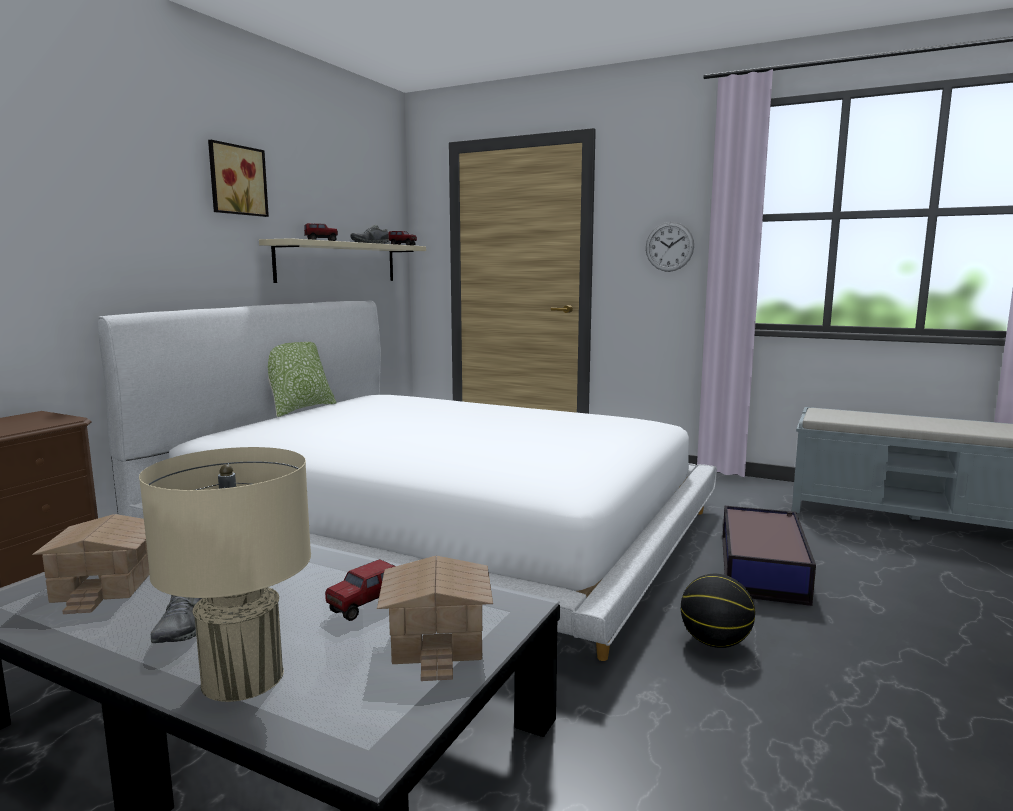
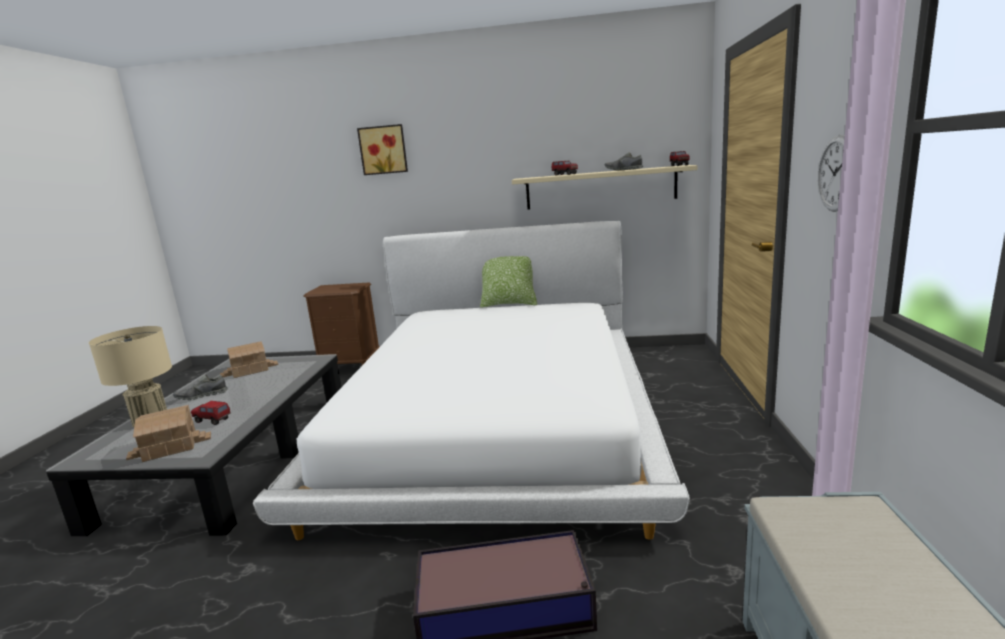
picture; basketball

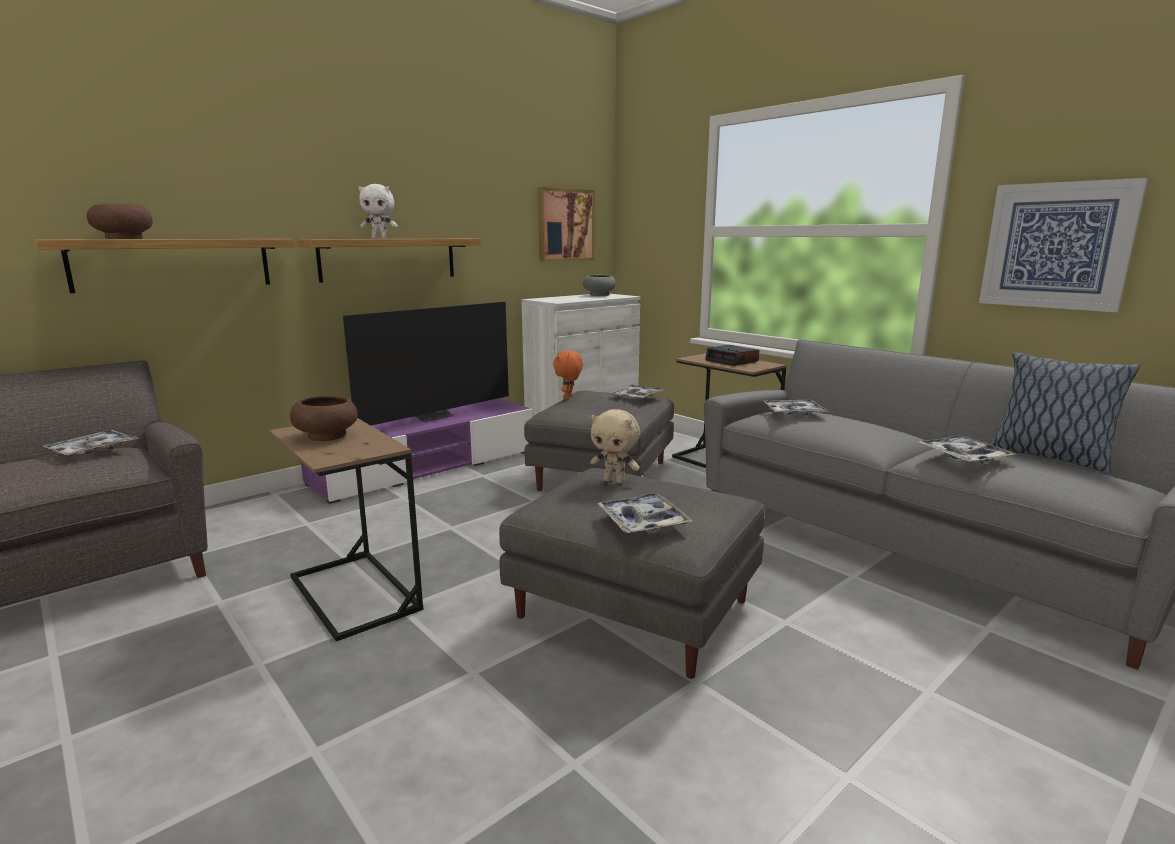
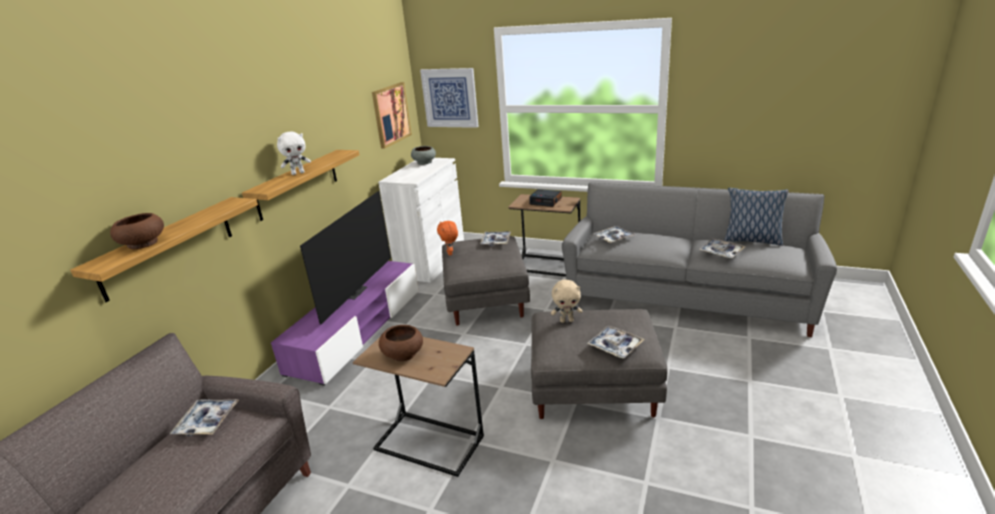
picture (no. 2 from left)

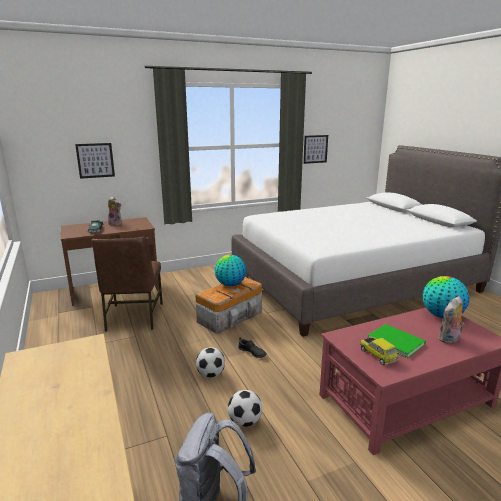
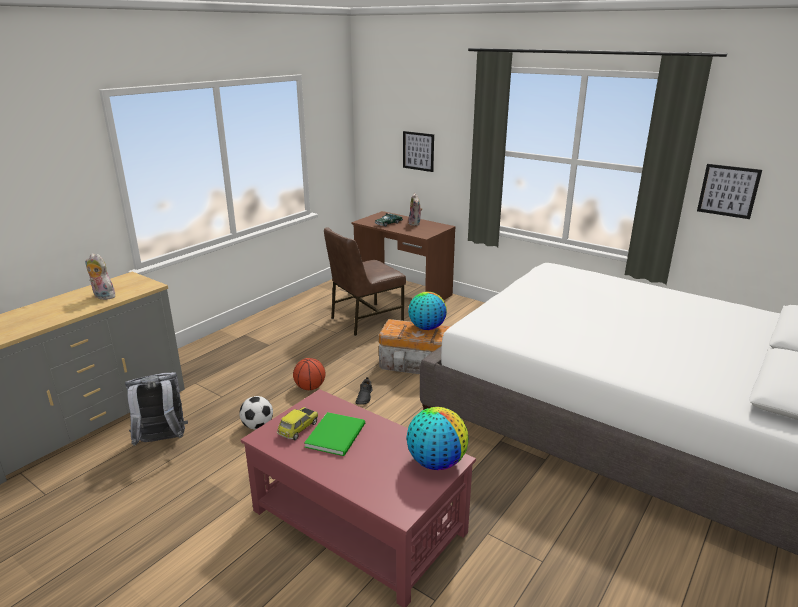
basketball; plush toy (no. 1 from left)

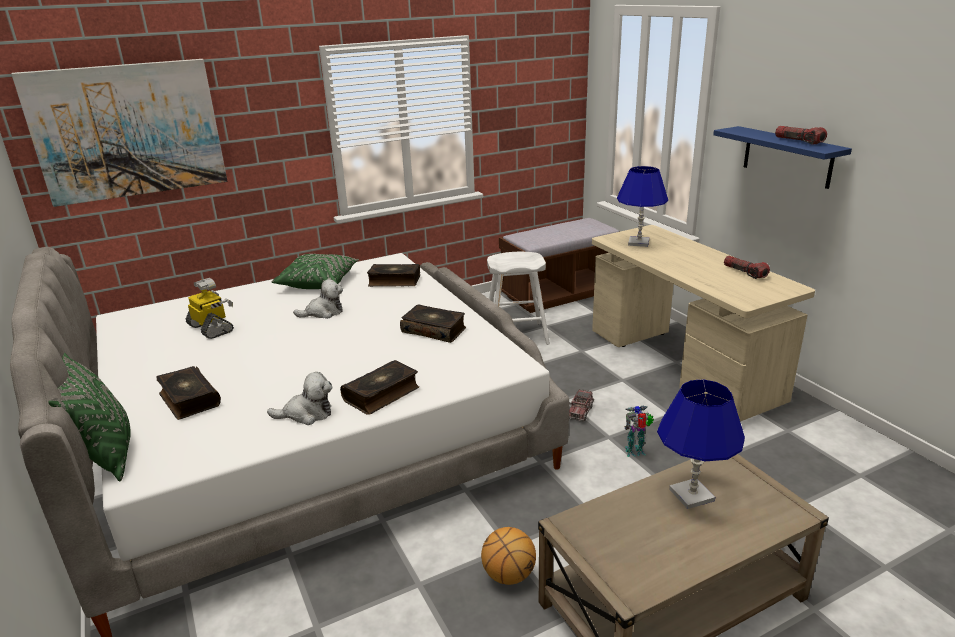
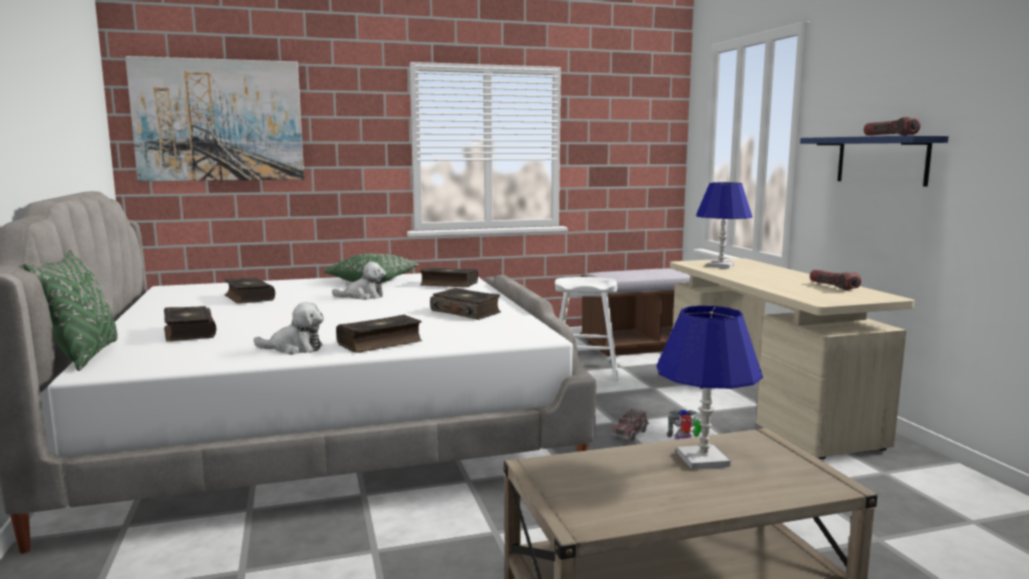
book (no. 2 from left); basketball

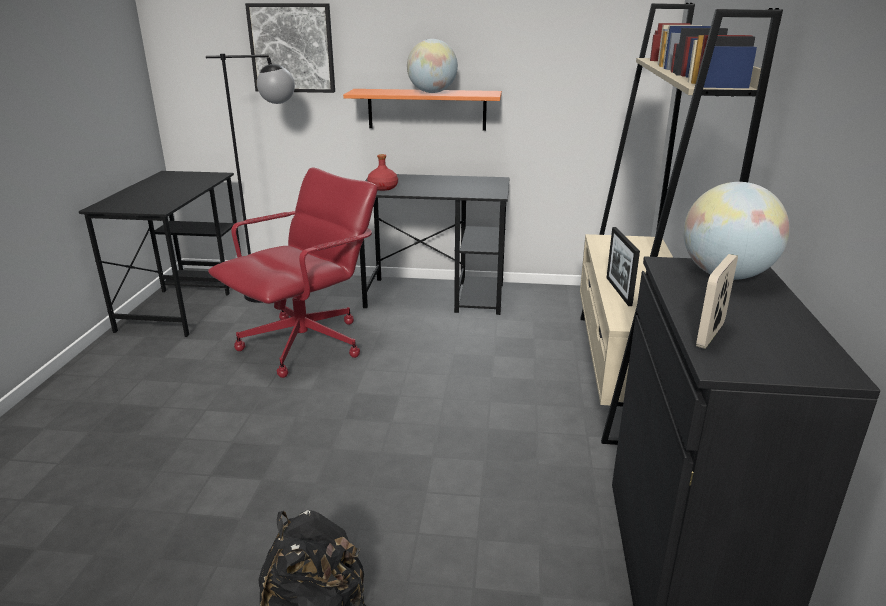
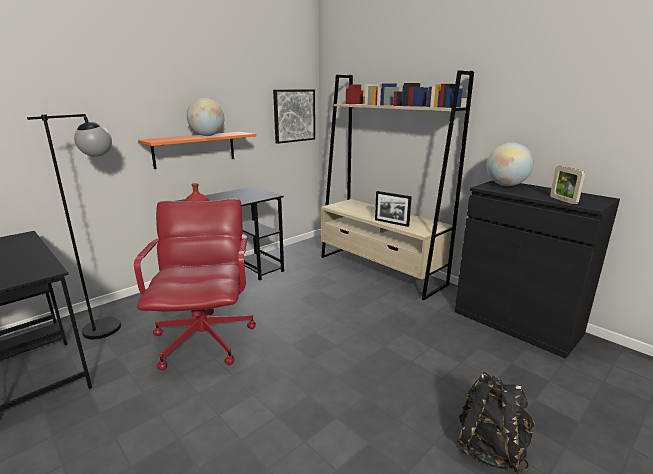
picture

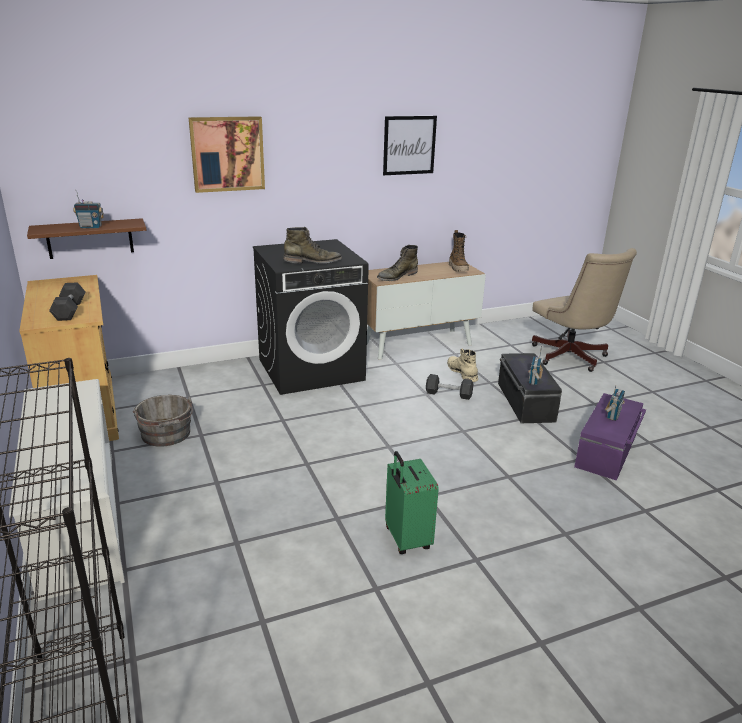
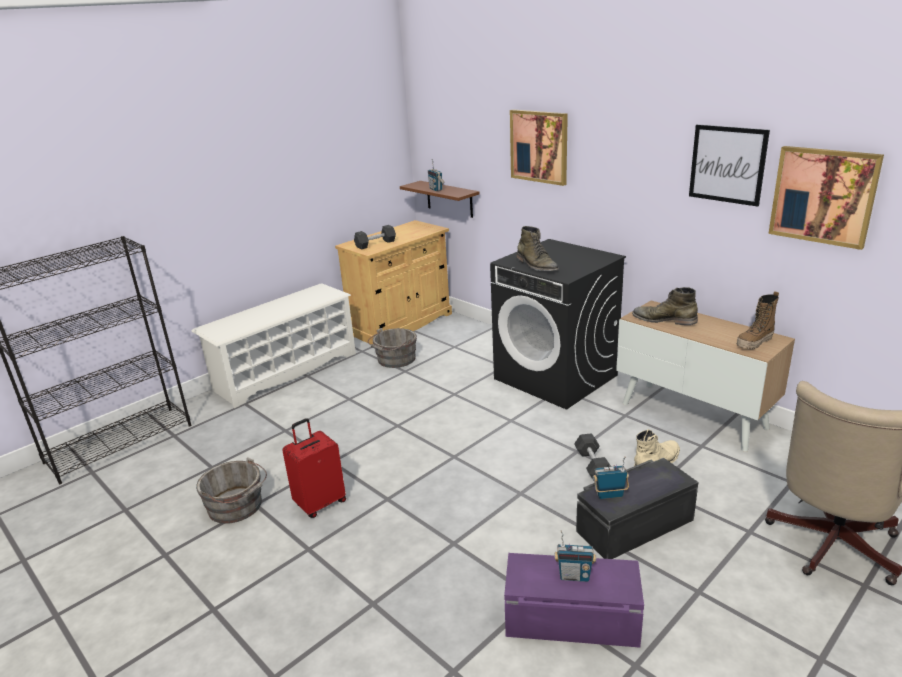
red suitcase; grey bucket (no. 1 from left); picture (no. 3 from left)

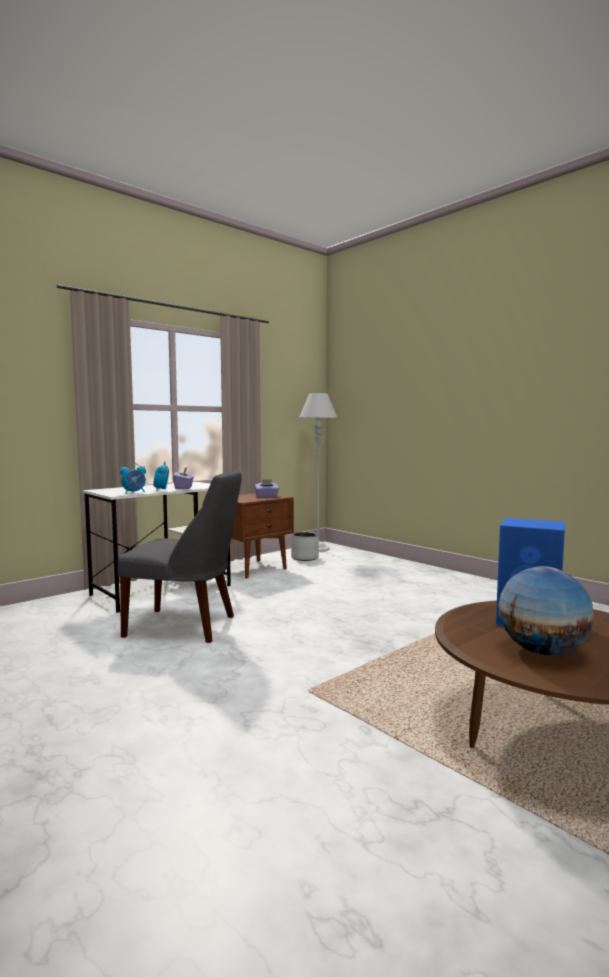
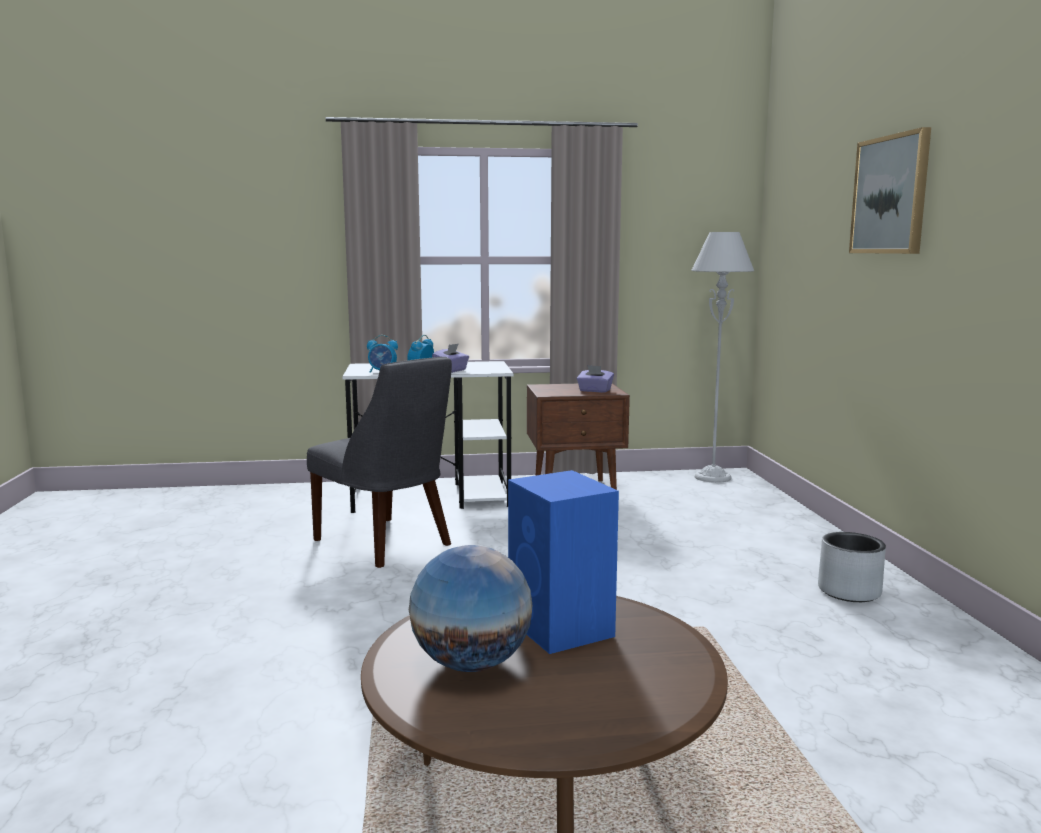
grey planter; picture

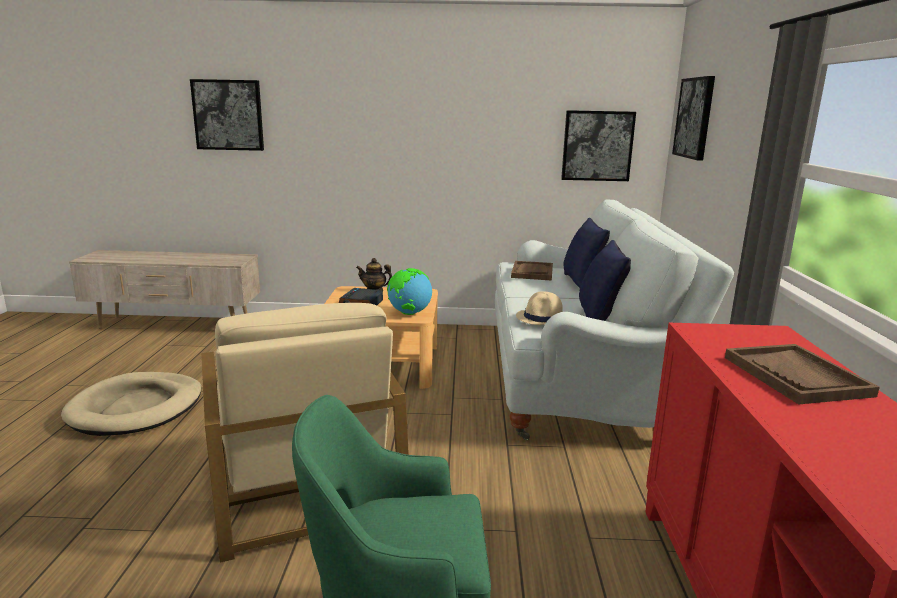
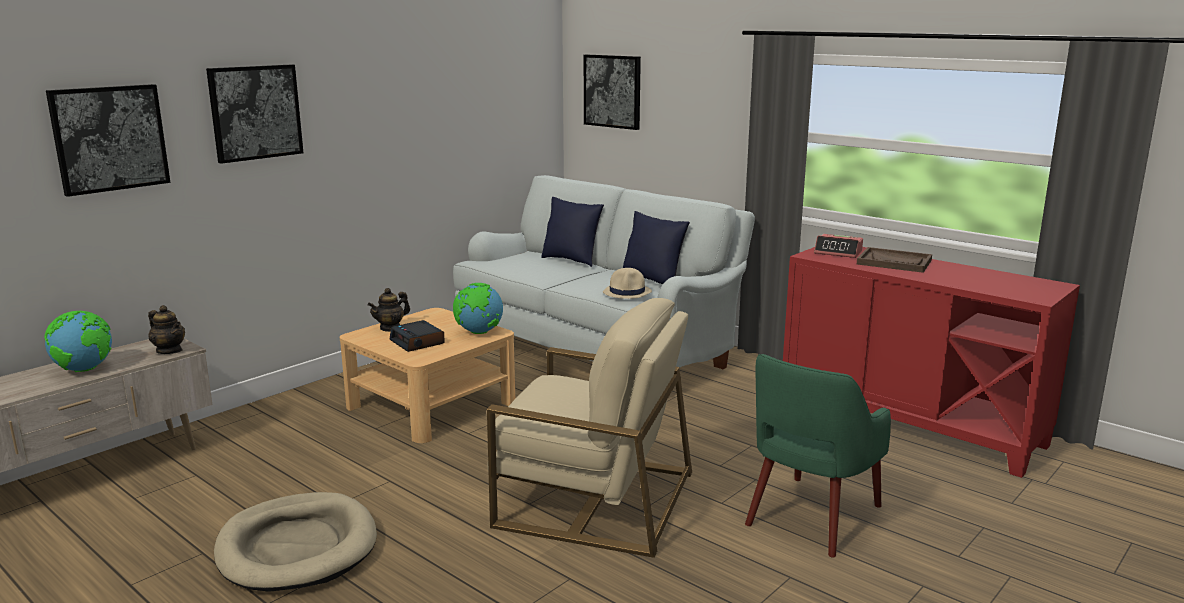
brown tray (no. 1 from left in the first image); picture (no. 2 from left); globe (no. 1 from left); teapot (no. 1 from left); alarm clock (no. 2 from left)

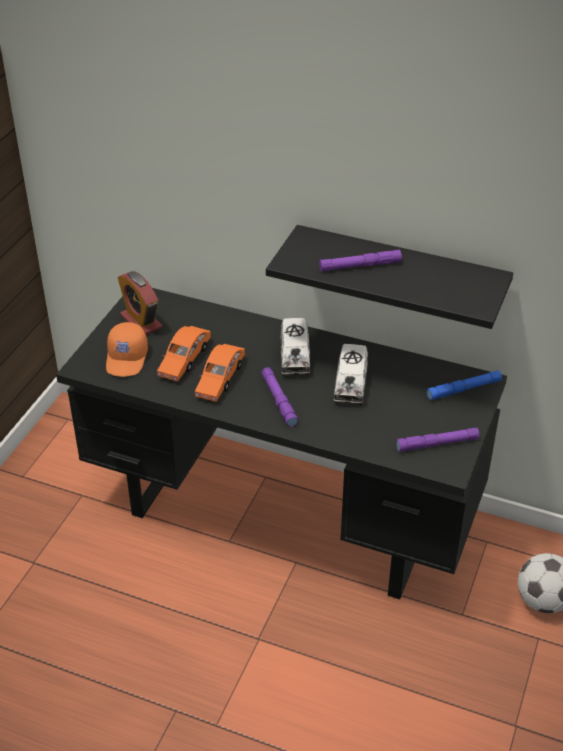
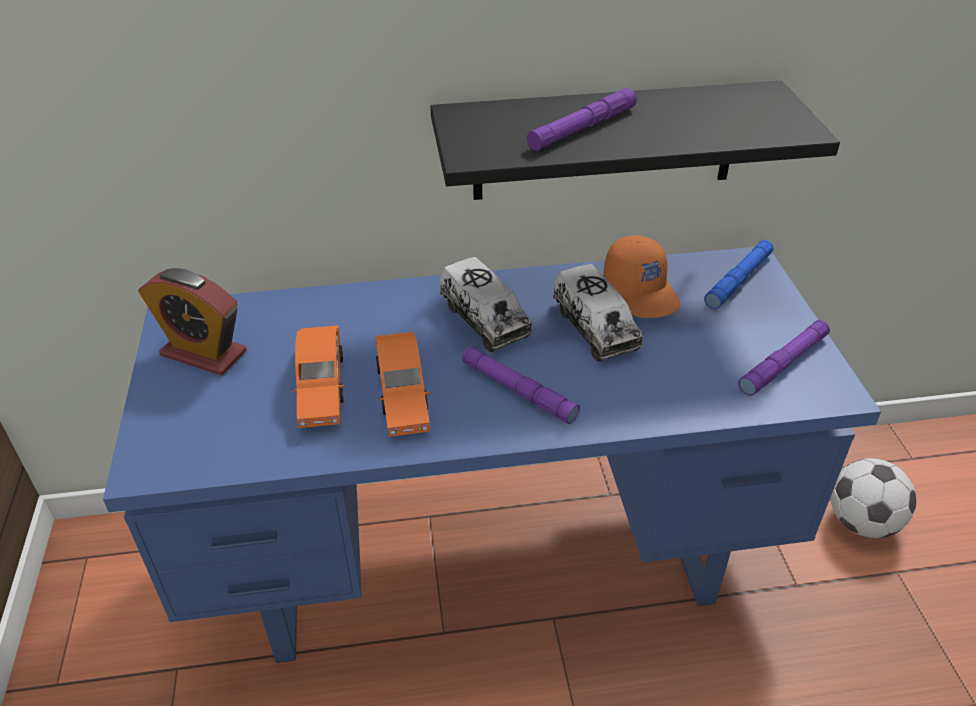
blue desk; orange cap

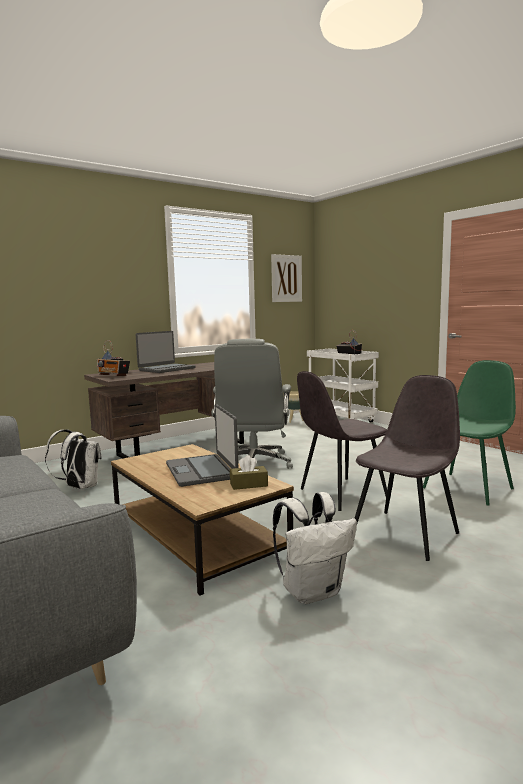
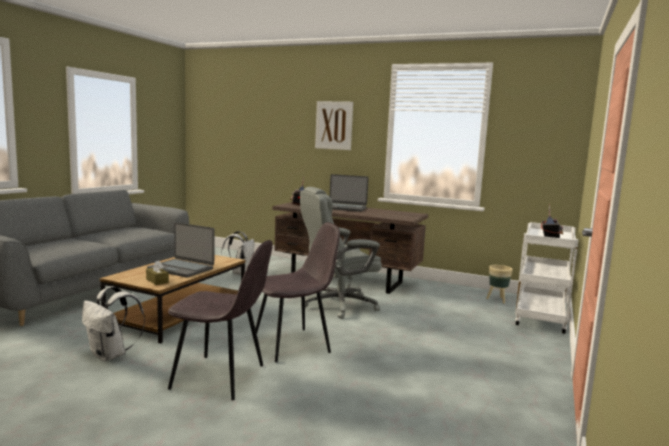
laptop (no. 1 from left); picture; grey chair (no. 2 from left); green chair

